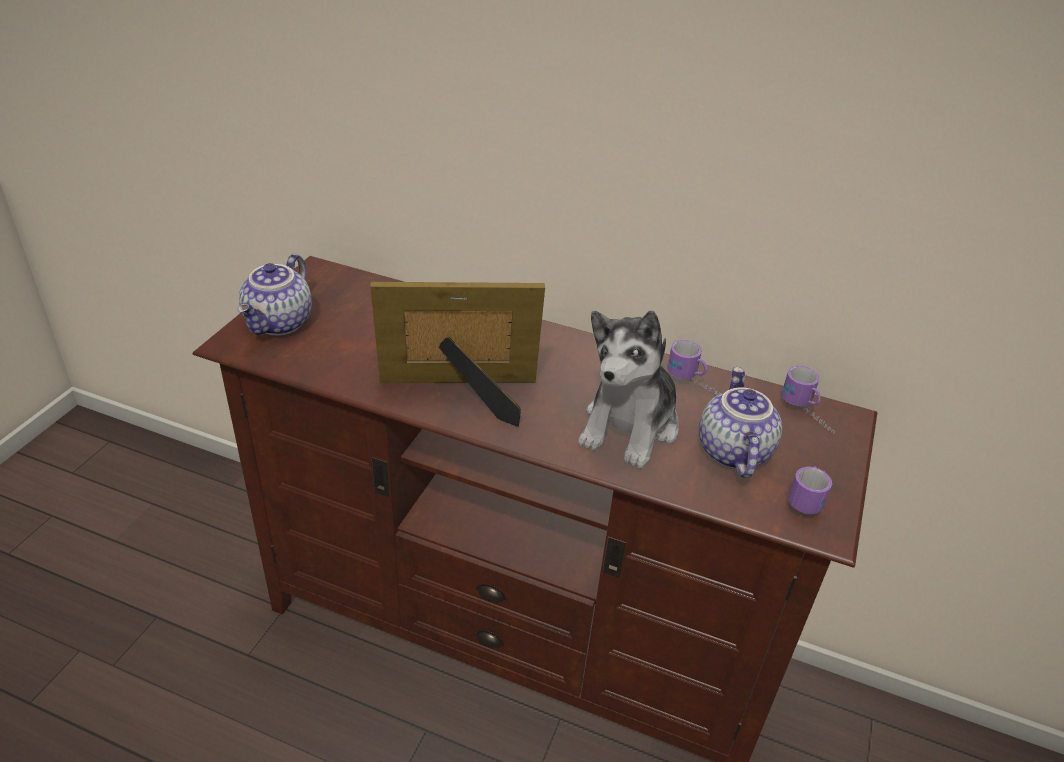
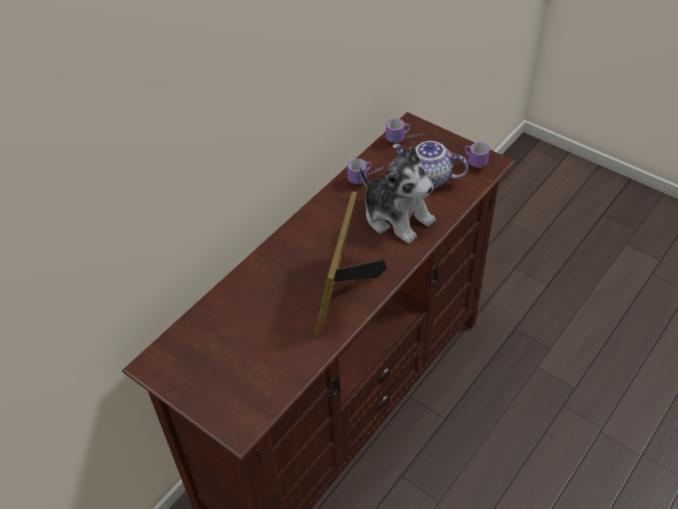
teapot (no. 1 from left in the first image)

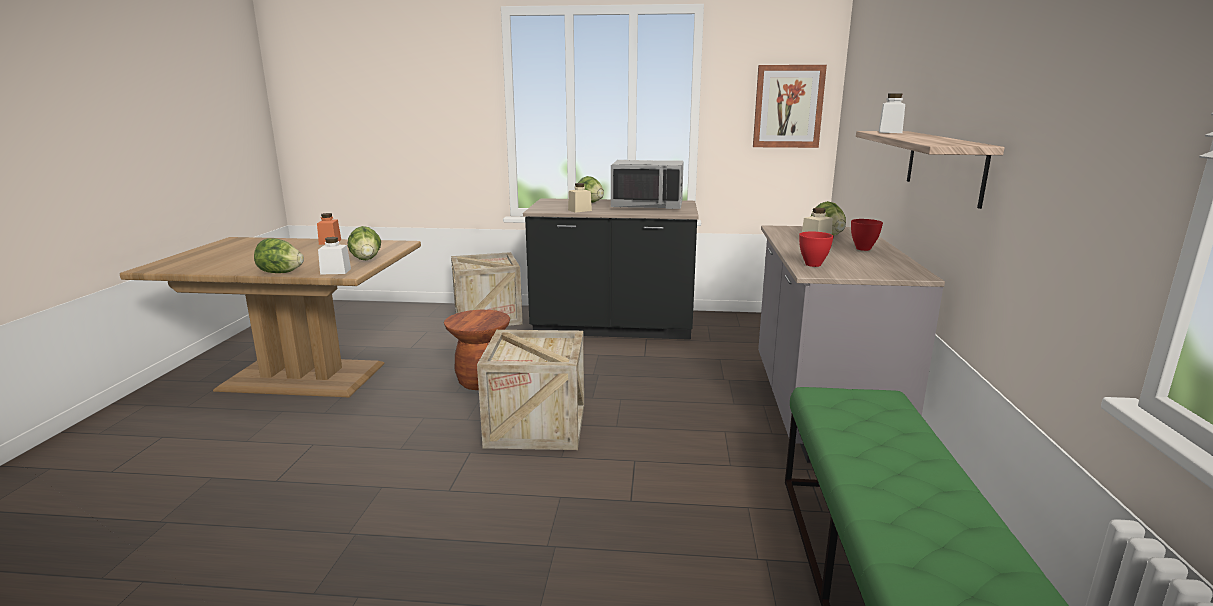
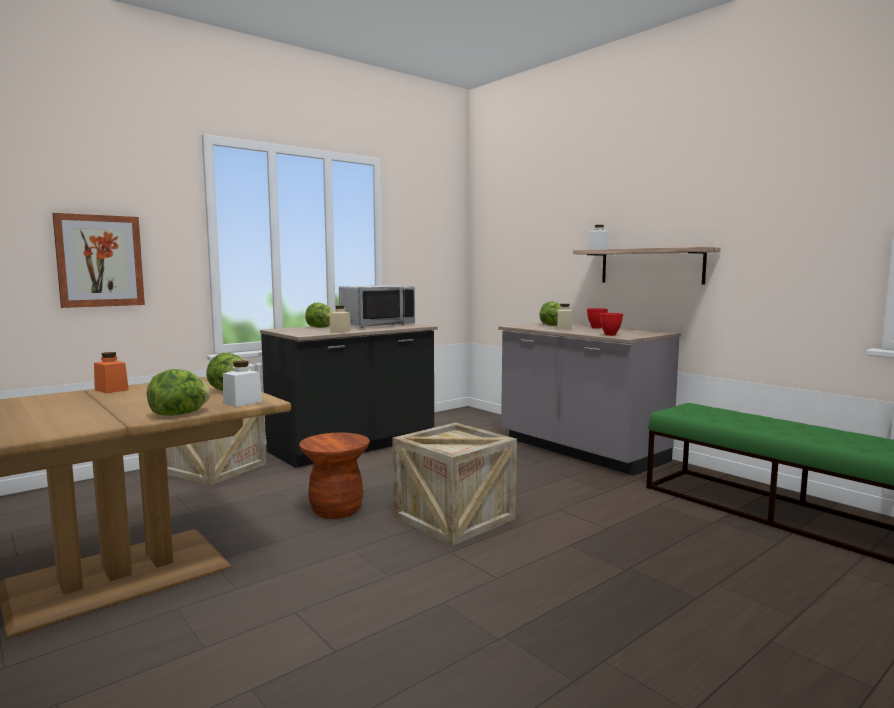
picture

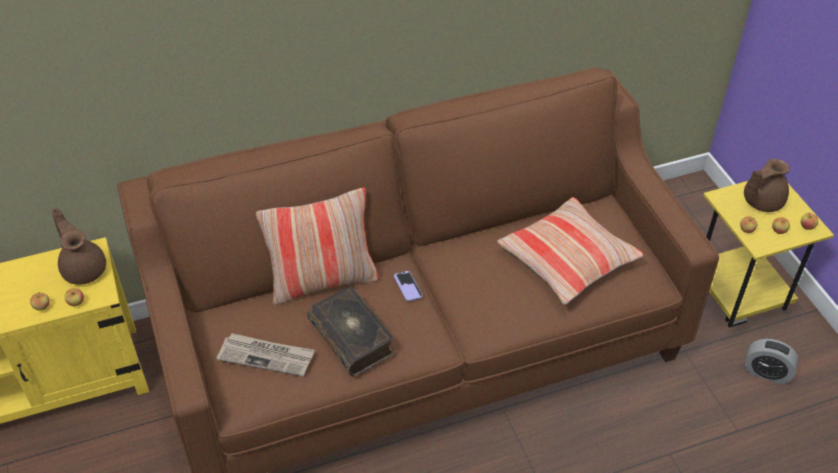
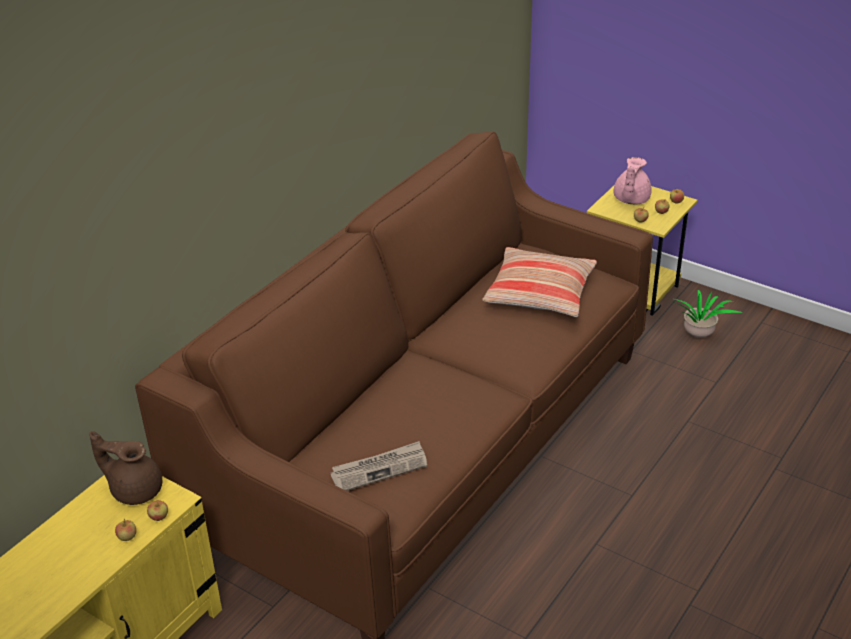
pillow (no. 1 from left in the first image); book; phone; pink teapot; potted plant

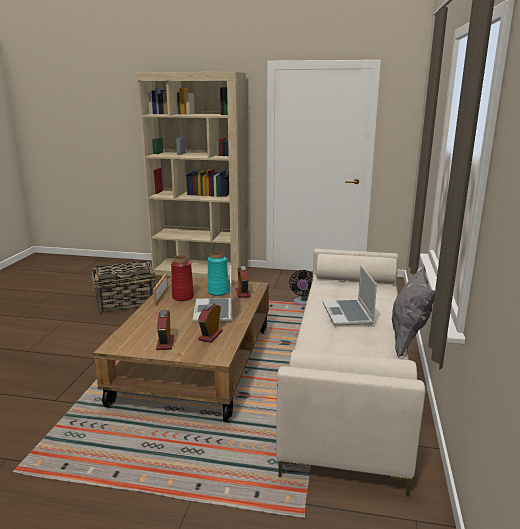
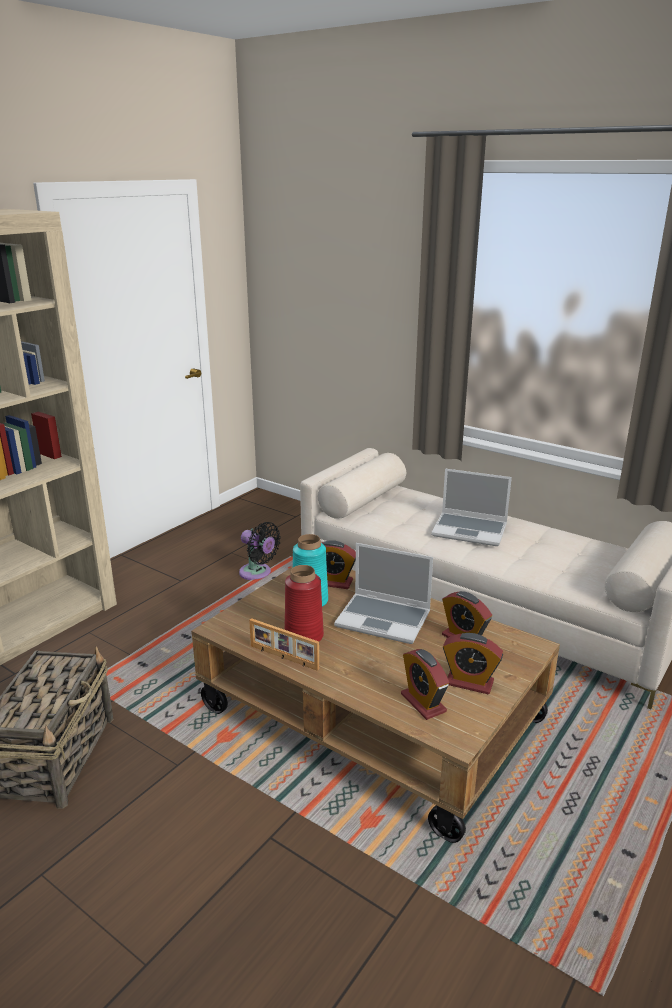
grey pillow; alarm clock (no. 2 from left)

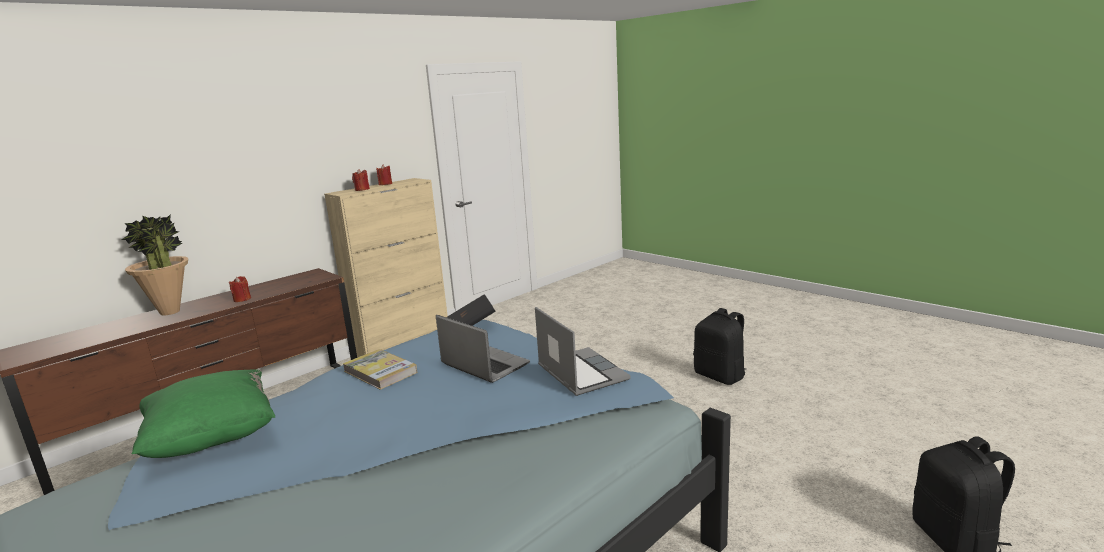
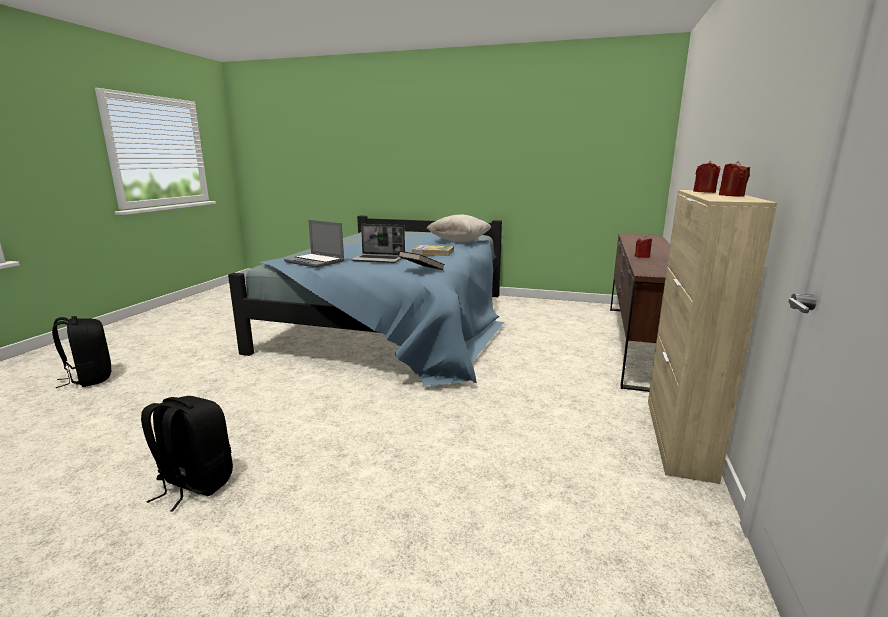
potted plant; beige pillow

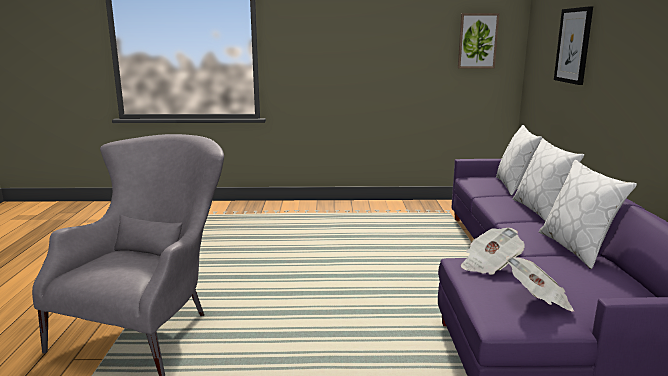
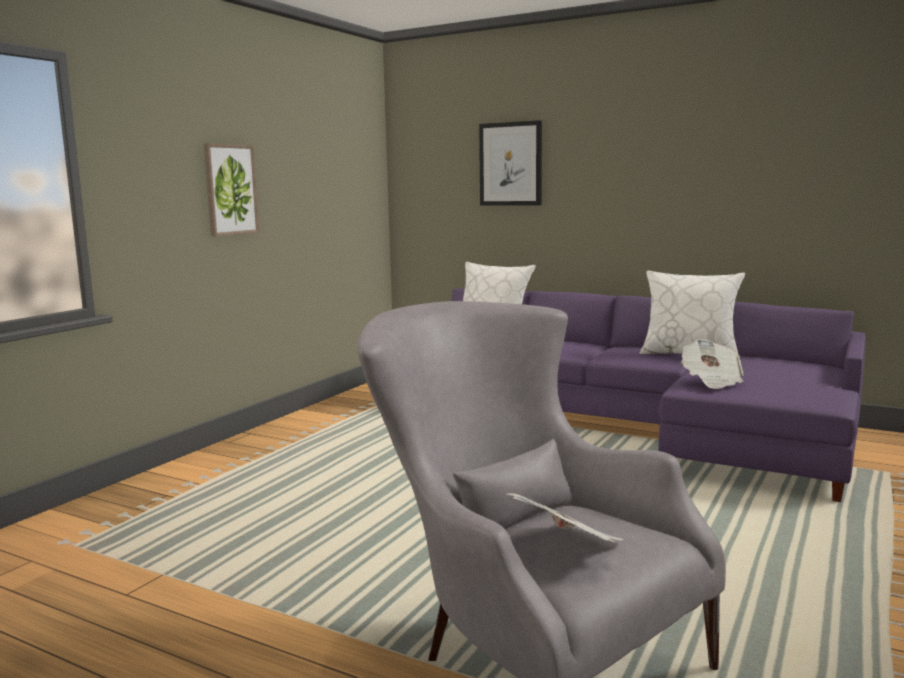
picture (no. 1 from left); newspaper (no. 1 from left); white pillow (no. 2 from left in the first image)

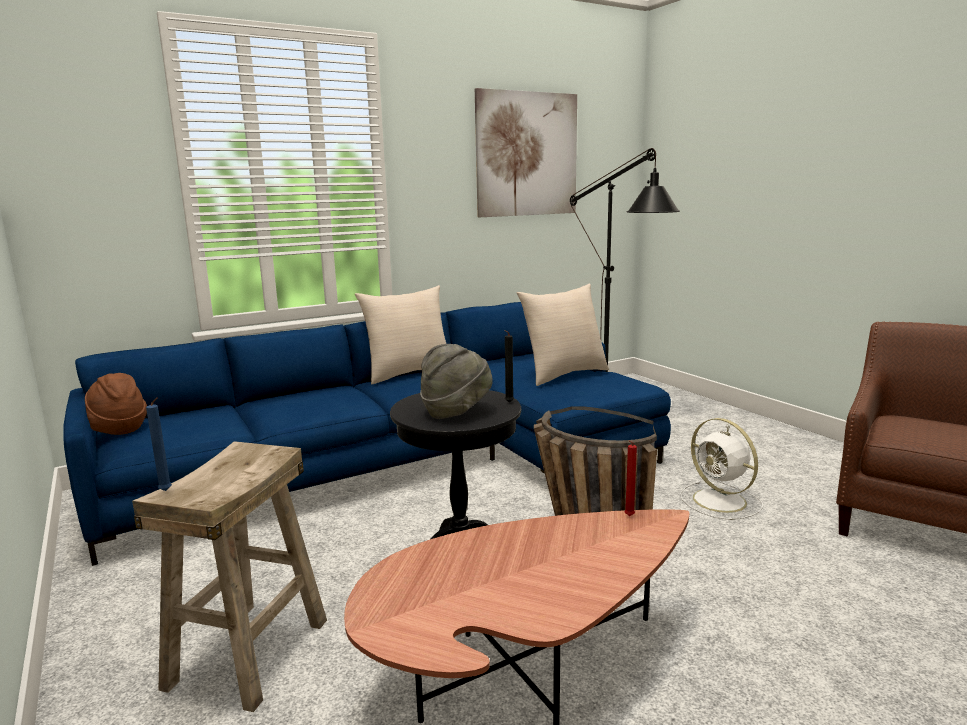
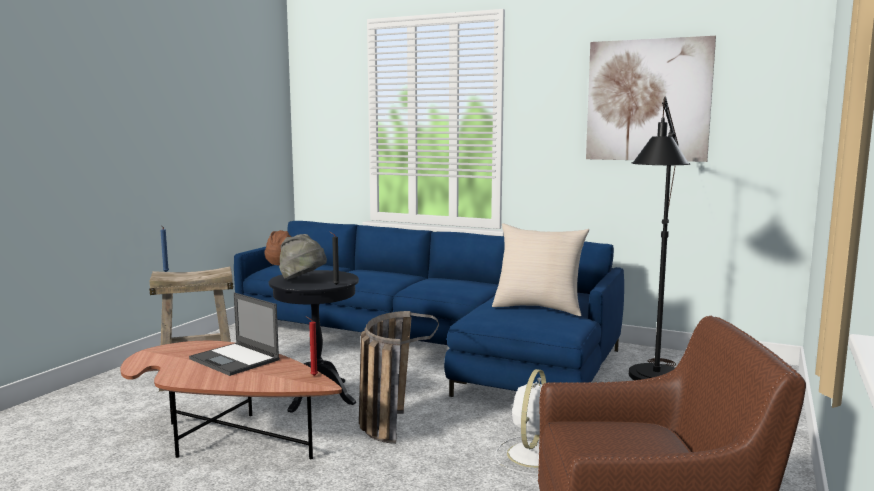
beige pillow (no. 1 from left in the first image); laptop

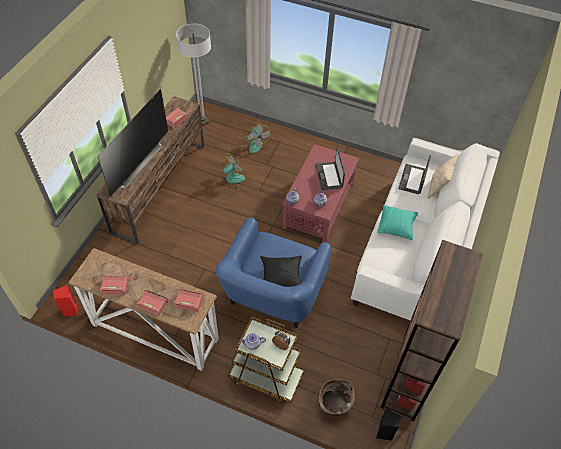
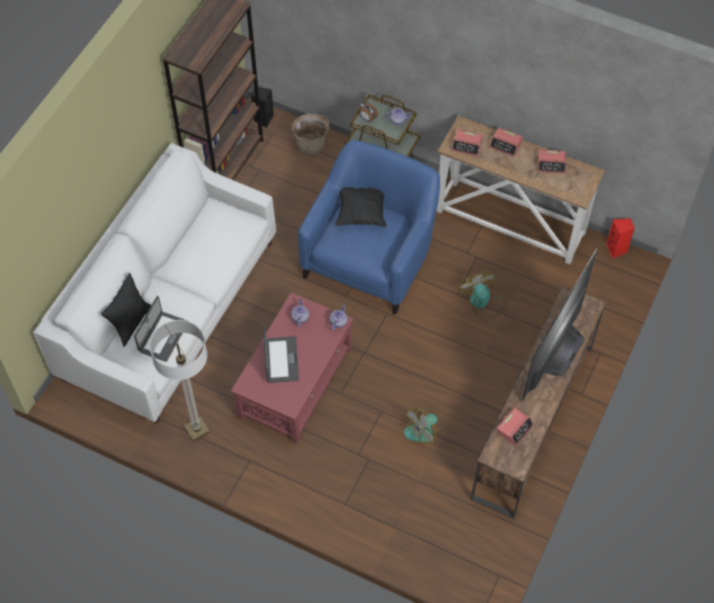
floor lamp; fan (no. 2 from left); turquoise pillow; black pillow (no. 1 from left)

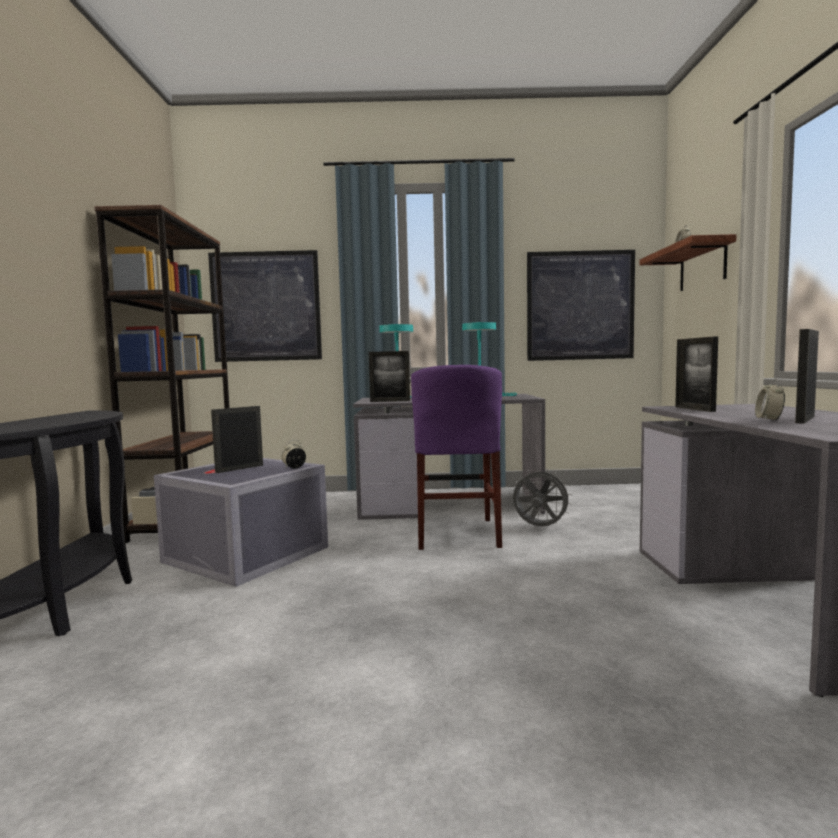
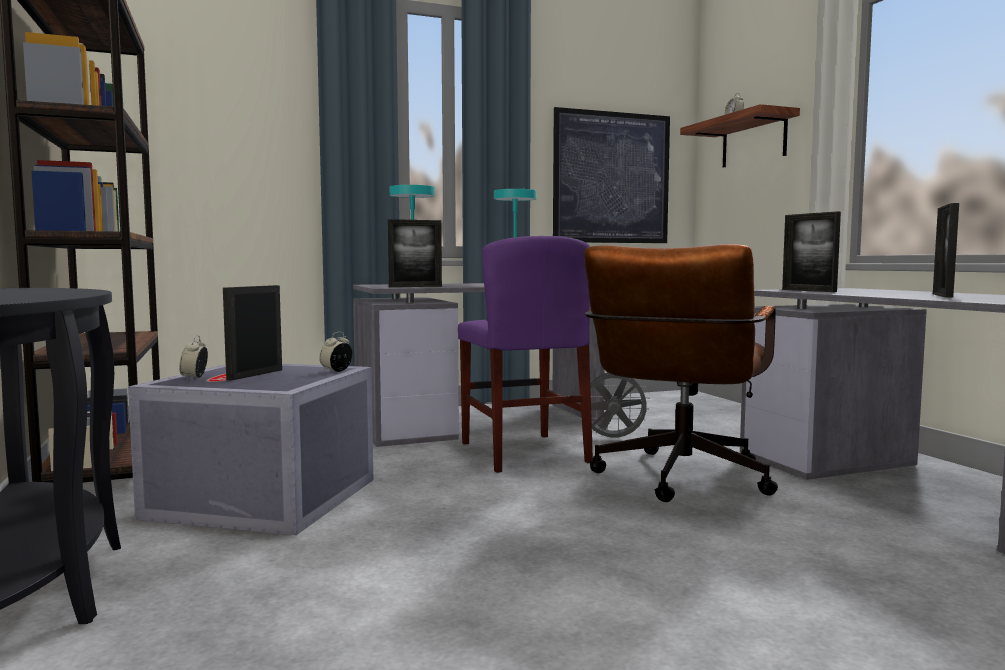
picture (no. 1 from left in the first image); alarm clock (no. 1 from left); brown office chair

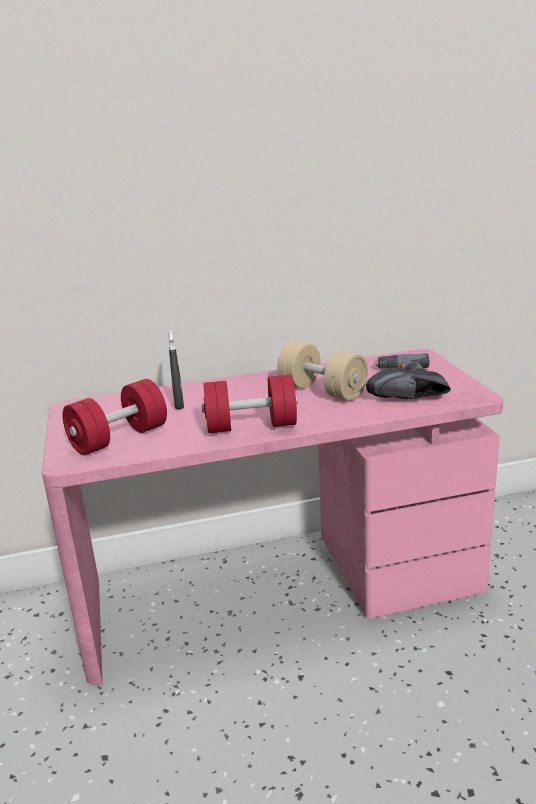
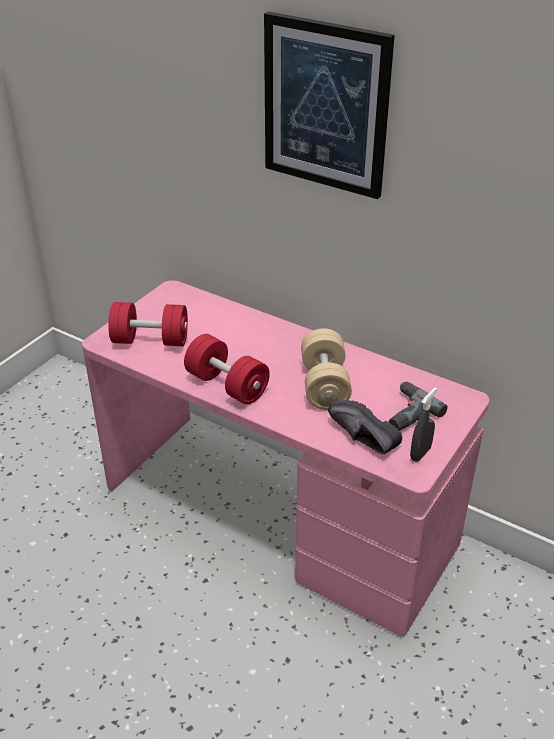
grey spray bottle; picture

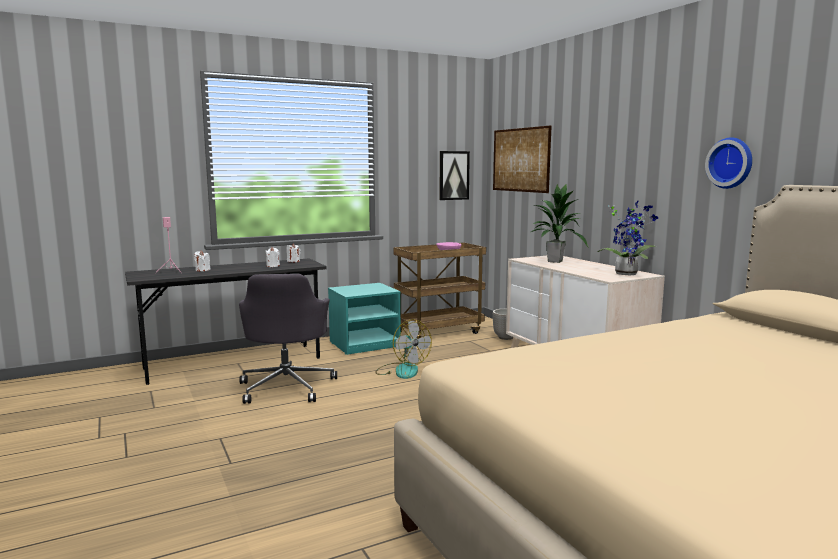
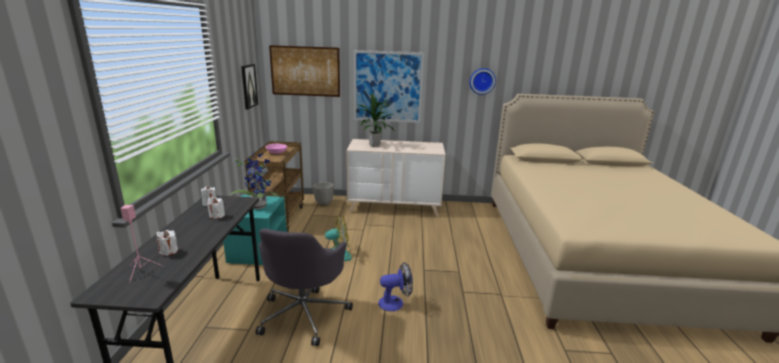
grey office chair; potted plant (no. 1 from left); picture (no. 3 from left); fan (no. 2 from left)

